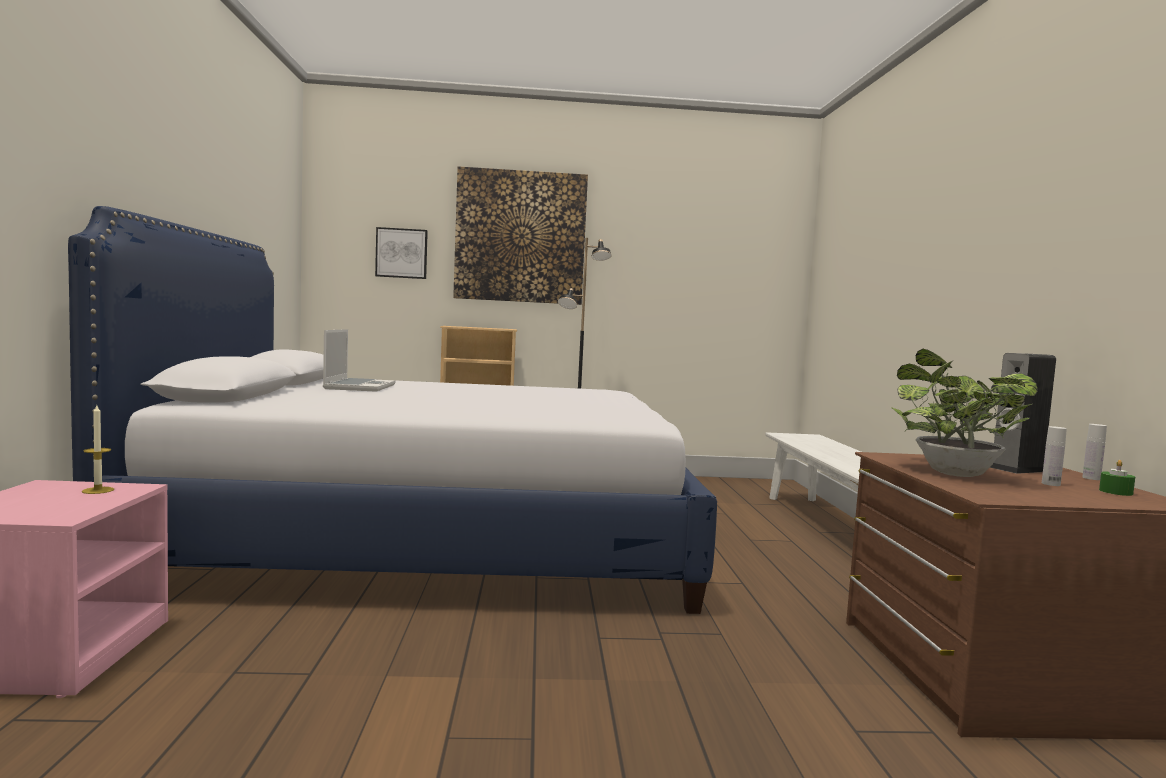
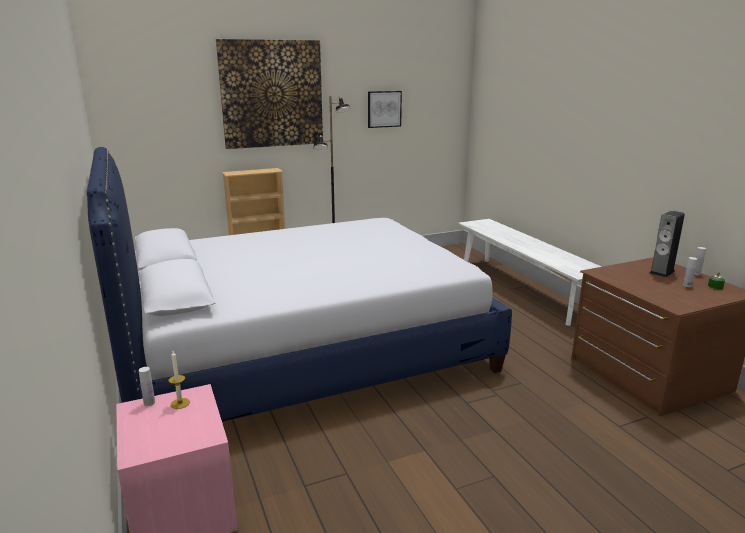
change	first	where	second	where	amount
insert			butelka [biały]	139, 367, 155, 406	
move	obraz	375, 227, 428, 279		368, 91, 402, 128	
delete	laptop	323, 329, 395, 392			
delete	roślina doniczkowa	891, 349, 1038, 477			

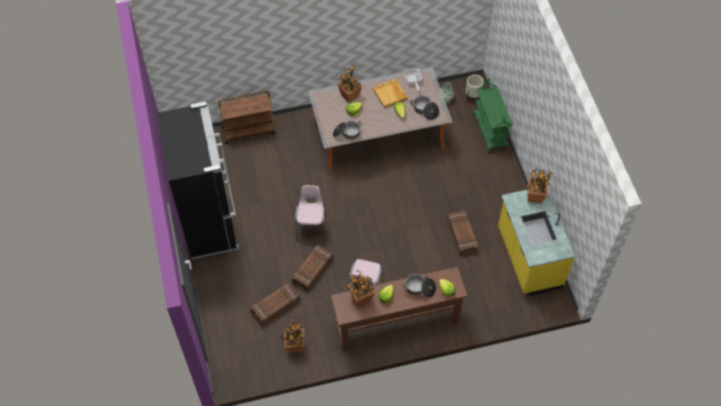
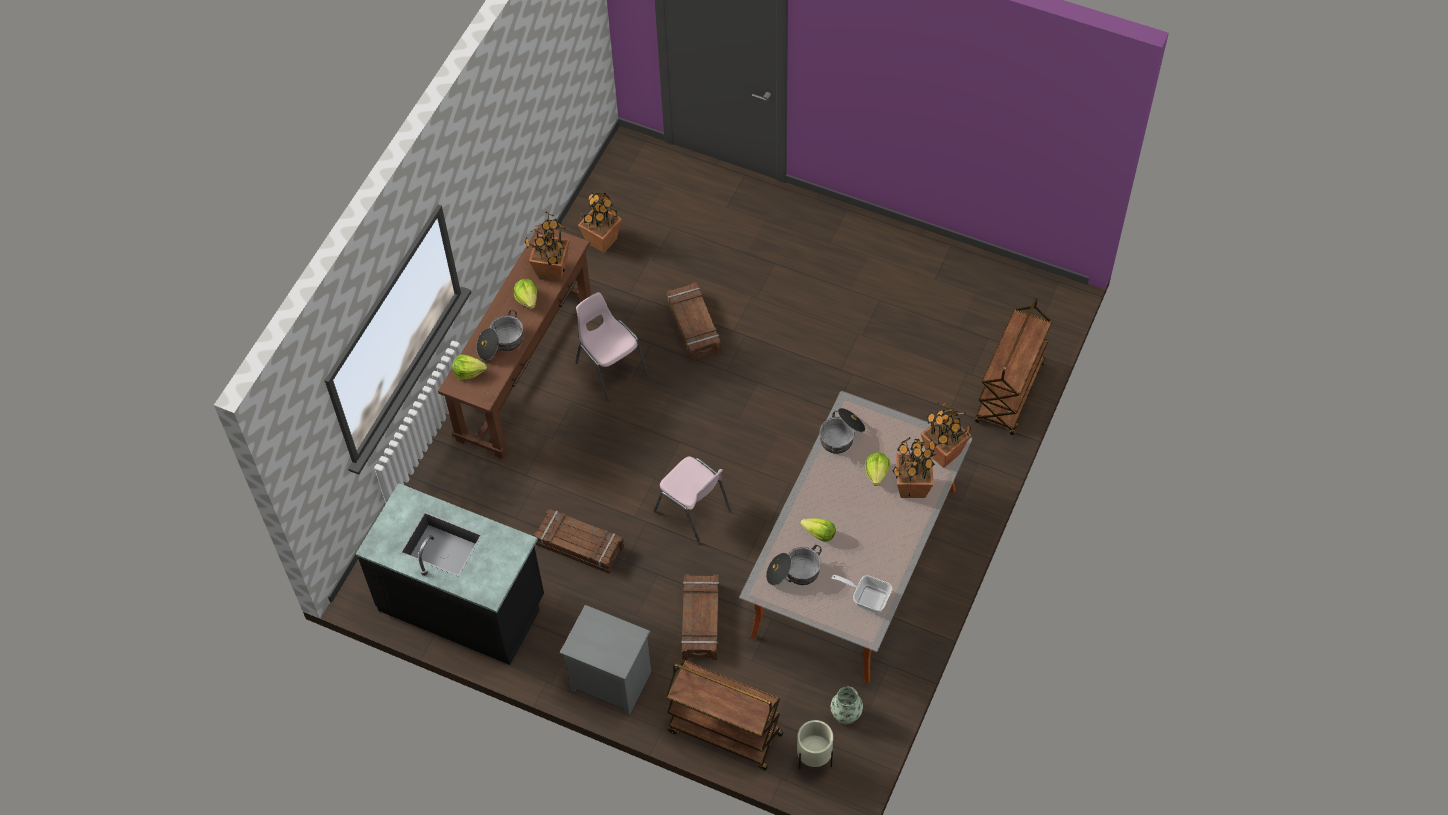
change	first	where	second	where	amount
recolor	zabudowa kuchenna [żółty]	498, 190, 575, 296	zabudowa kuchenna [czarny]	356, 483, 544, 665	
insert			szafka nocna [szary]	560, 605, 651, 715	
move	krzesło [różowy]	295, 185, 326, 242		654, 456, 732, 544	
recolor	wózek [zielony]	473, 78, 513, 152	wózek [brązowy]	666, 660, 783, 770	
move	skrzynka	251, 283, 300, 325		681, 574, 719, 660	
move	roślina doniczkowa	526, 169, 552, 204		921, 403, 971, 468	
delete	lodówka [czarny]	156, 102, 239, 259			
delete	taca [beżowy]	373, 79, 408, 108			

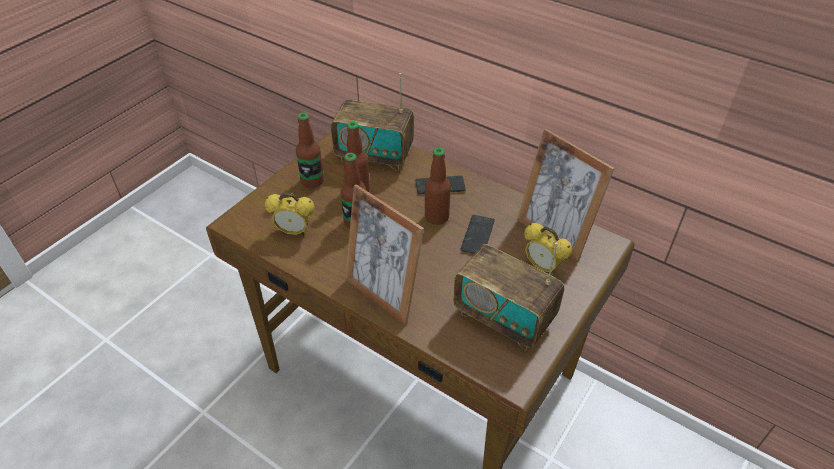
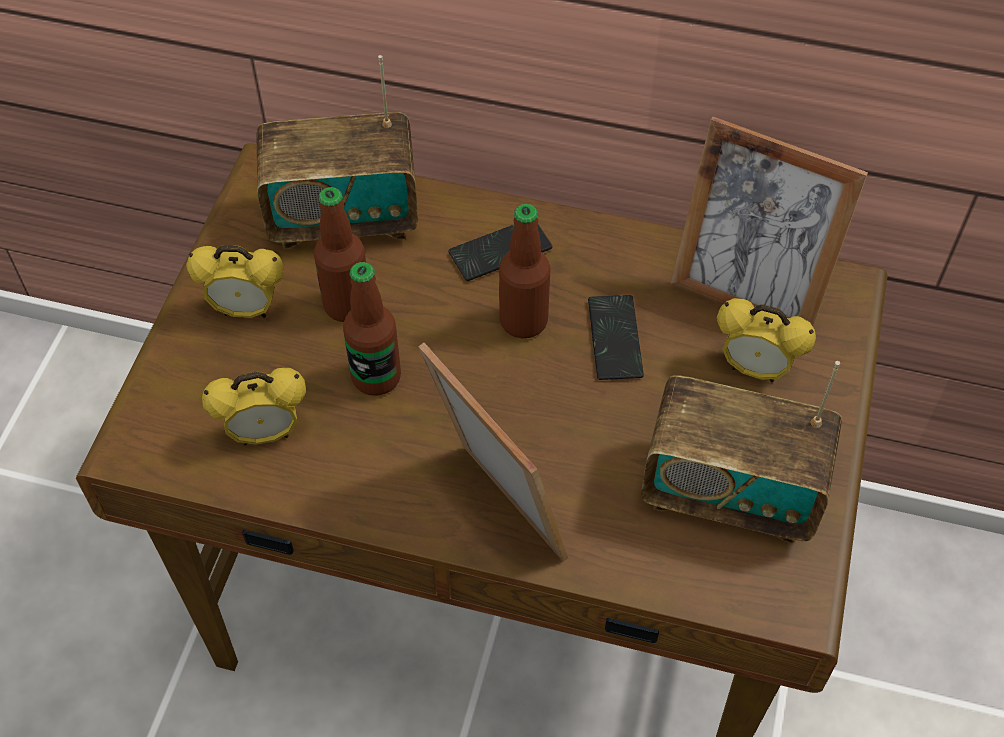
change	first	where	second	where	amount
replace	butelka	296, 113, 324, 188	budzik	187, 246, 284, 318	
rotate	ramka na zdjęcie	345, 184, 424, 324		418, 343, 568, 562	150 degrees counterclockwise

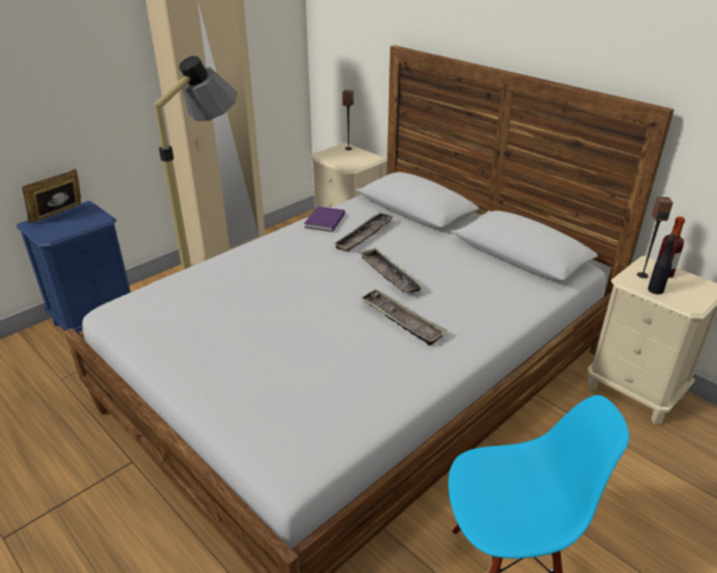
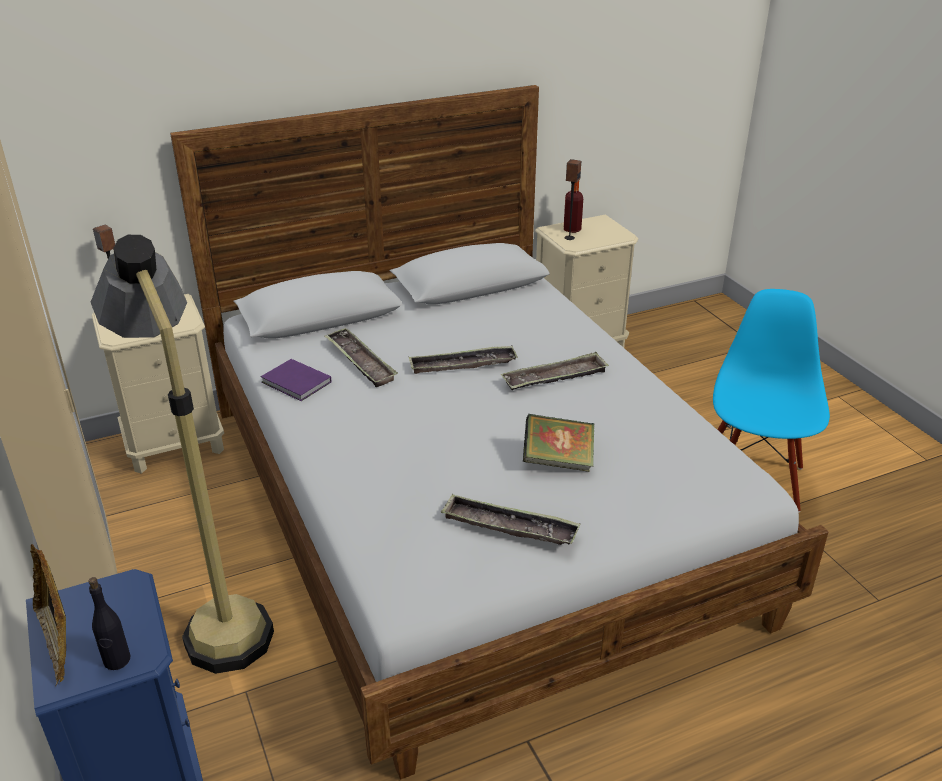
change	first	where	second	where	amount
move	butelka [czarny]	648, 233, 676, 294		88, 577, 131, 670	
insert			taca	441, 494, 581, 545	
insert			książka	523, 414, 594, 472	

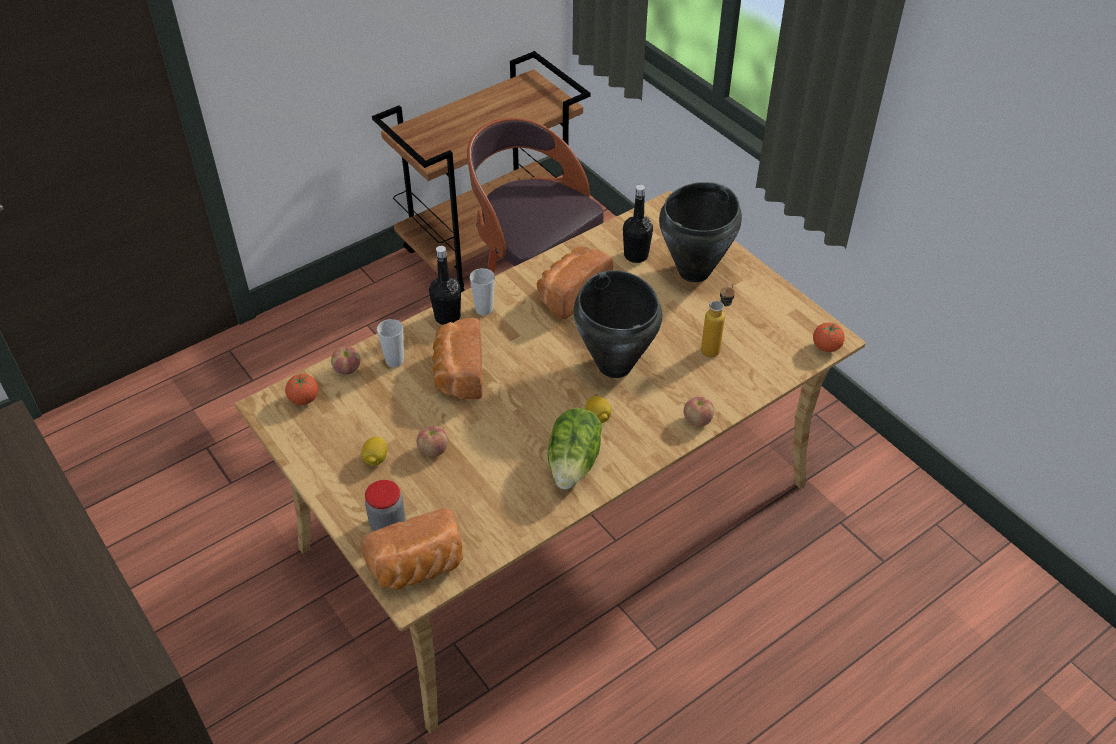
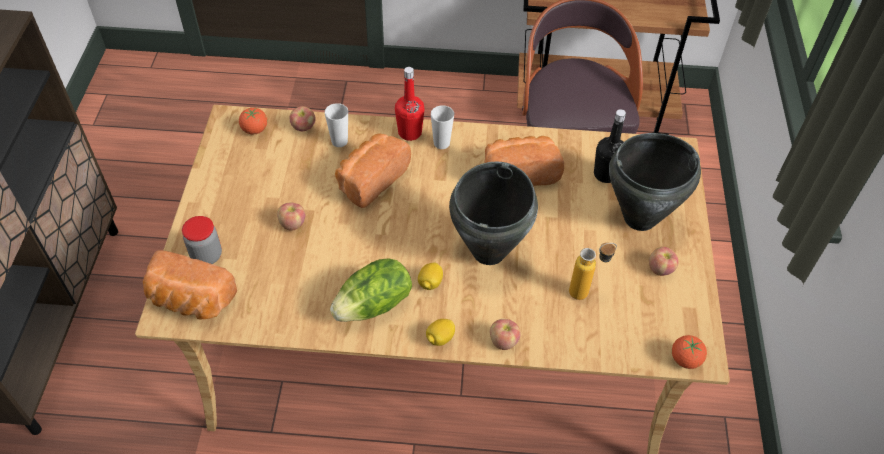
change	first	where	second	where	amount
recolor	butelka [czarny]	429, 246, 461, 325	butelka [czerwony]	395, 67, 425, 141	
move	cytryna	361, 437, 387, 466		426, 319, 455, 346	
insert			jabłko	649, 247, 679, 276	

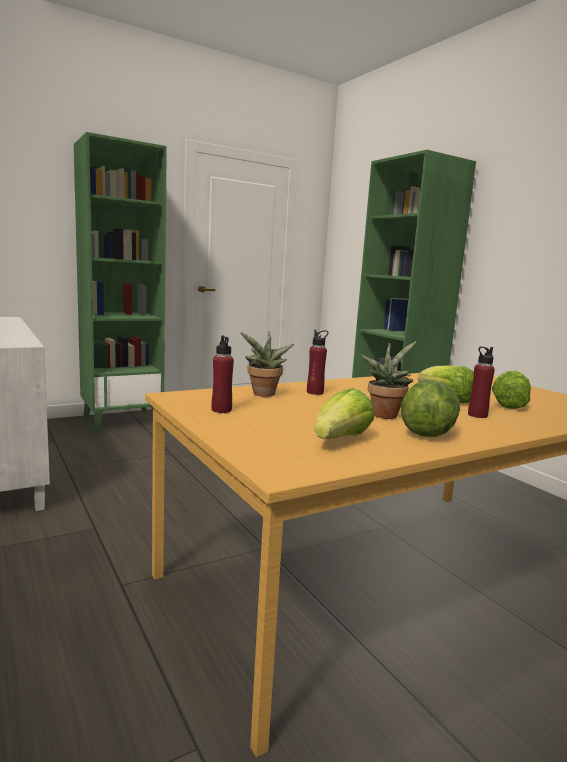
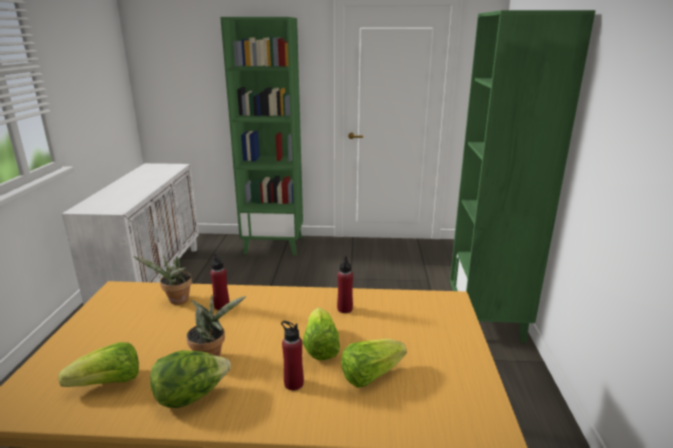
change	first	where	second	where	amount
move	butelka [czerwony]	212, 335, 234, 413		337, 256, 353, 313	

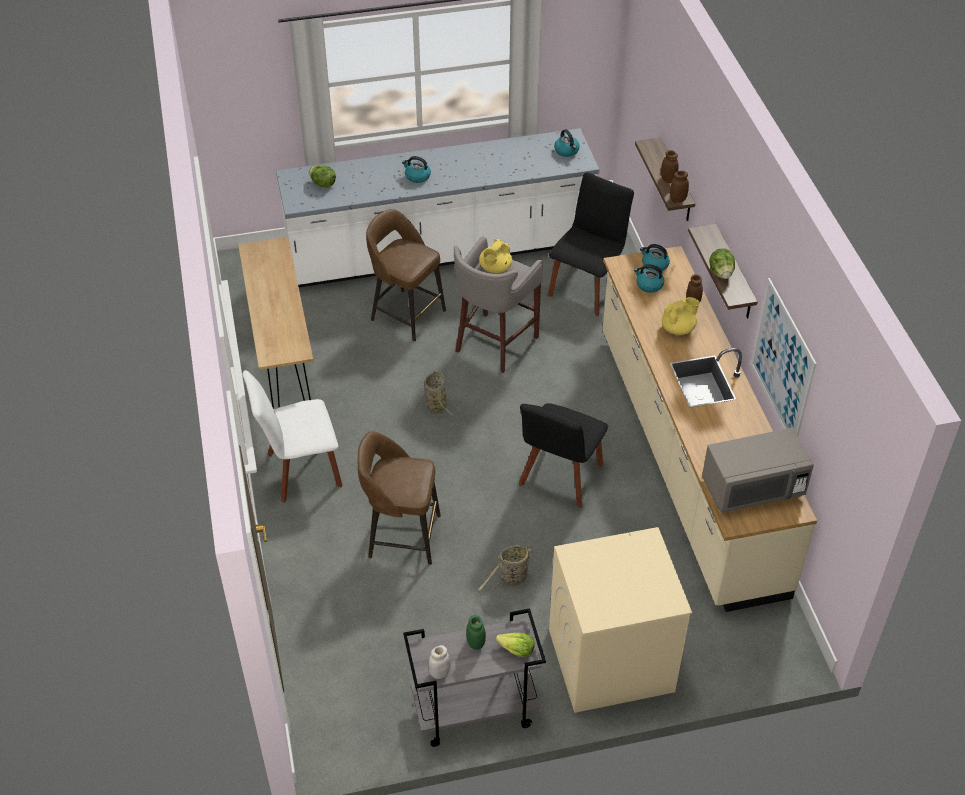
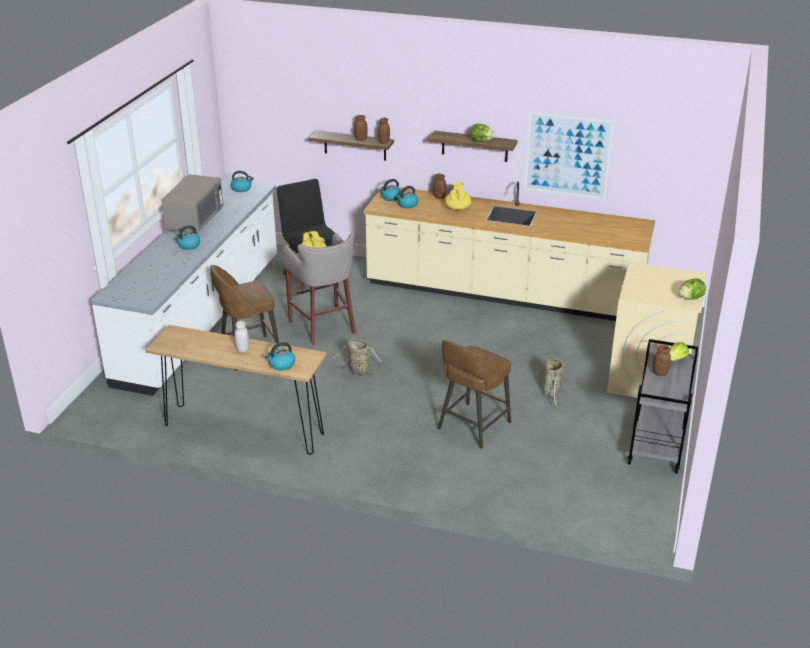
change	first	where	second	where	amount
move	mikrofalówka [szary]	702, 428, 814, 513		162, 174, 223, 233	
move	słoik [biały]	429, 645, 451, 679		234, 321, 249, 353	
insert			czajnik	265, 342, 295, 370	
recolor	słoik [zielony]	466, 615, 486, 650	słoik [brązowy]	653, 345, 671, 376	
move	sałata	309, 165, 336, 188		679, 278, 706, 300	
delete	krzesło [biały]	243, 370, 342, 503			
delete	krzesło [czarny]	519, 403, 608, 508			

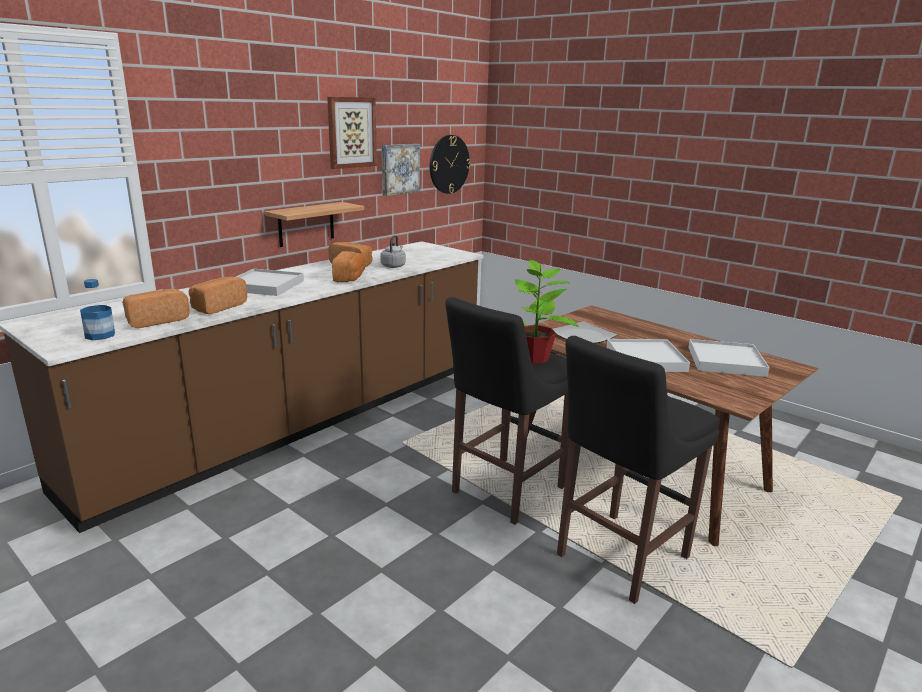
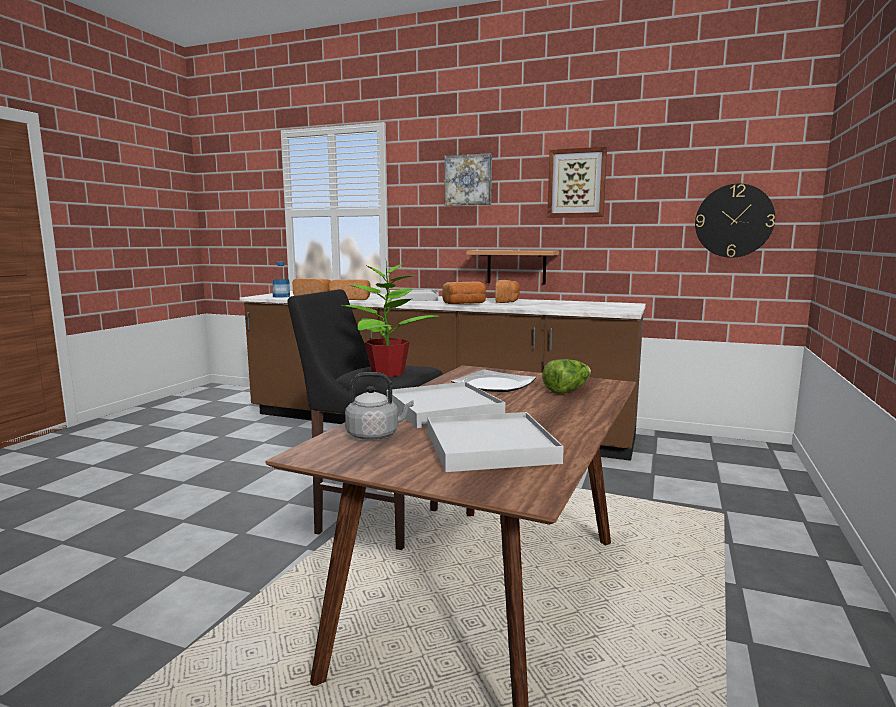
change	first	where	second	where	amount
move	czajnik [szary]	380, 235, 406, 268		345, 372, 414, 440	
move	obraz	382, 144, 420, 196		445, 153, 492, 206	
insert			sałata	542, 359, 591, 394	
delete	stołek [czarny]	557, 336, 720, 604			

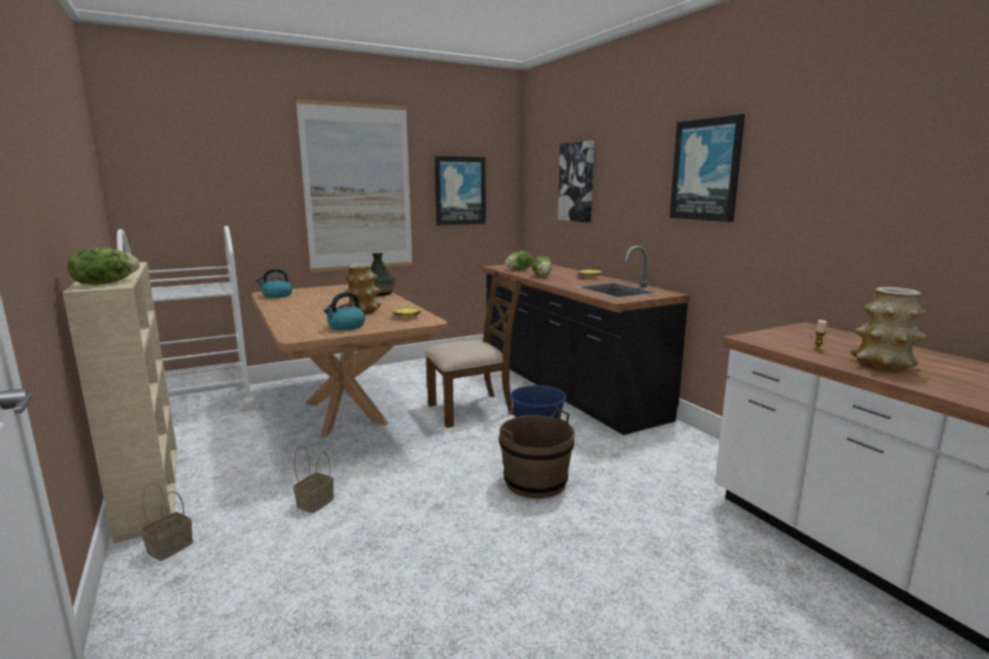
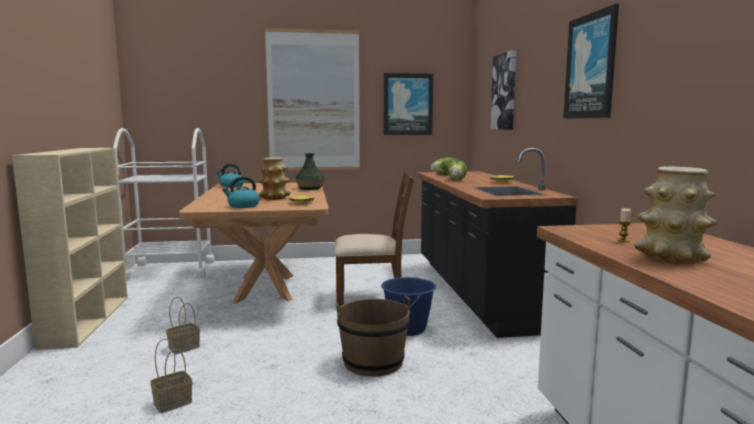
change	first	where	second	where	amount
move	koszyk	141, 482, 193, 561		150, 339, 192, 413	
delete	sałata	67, 248, 140, 285			

